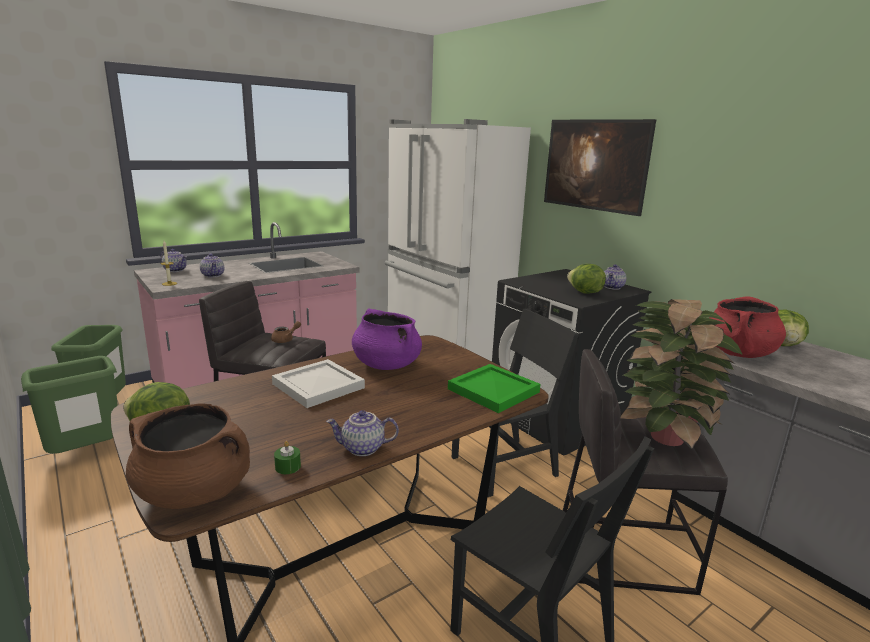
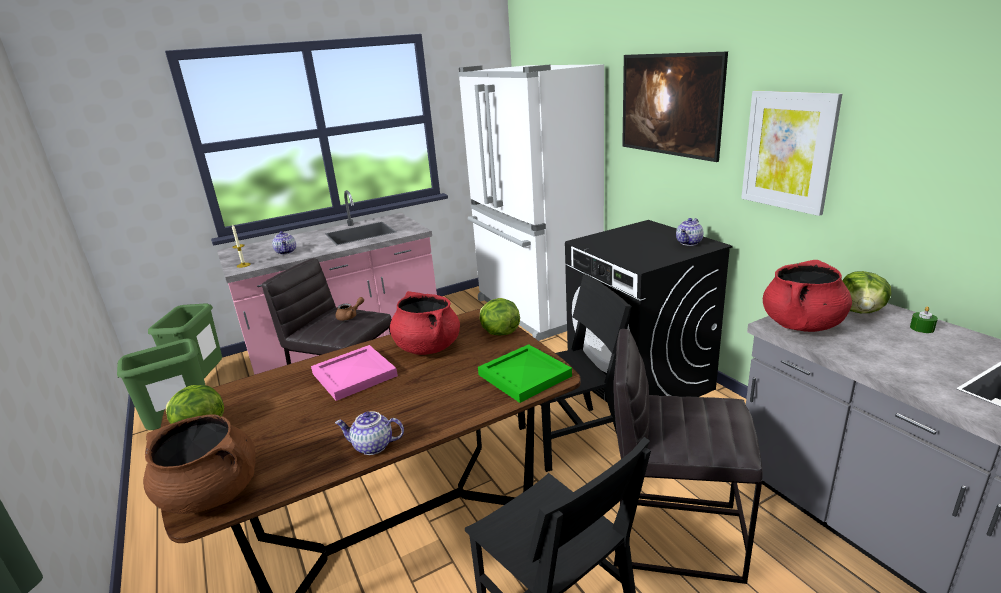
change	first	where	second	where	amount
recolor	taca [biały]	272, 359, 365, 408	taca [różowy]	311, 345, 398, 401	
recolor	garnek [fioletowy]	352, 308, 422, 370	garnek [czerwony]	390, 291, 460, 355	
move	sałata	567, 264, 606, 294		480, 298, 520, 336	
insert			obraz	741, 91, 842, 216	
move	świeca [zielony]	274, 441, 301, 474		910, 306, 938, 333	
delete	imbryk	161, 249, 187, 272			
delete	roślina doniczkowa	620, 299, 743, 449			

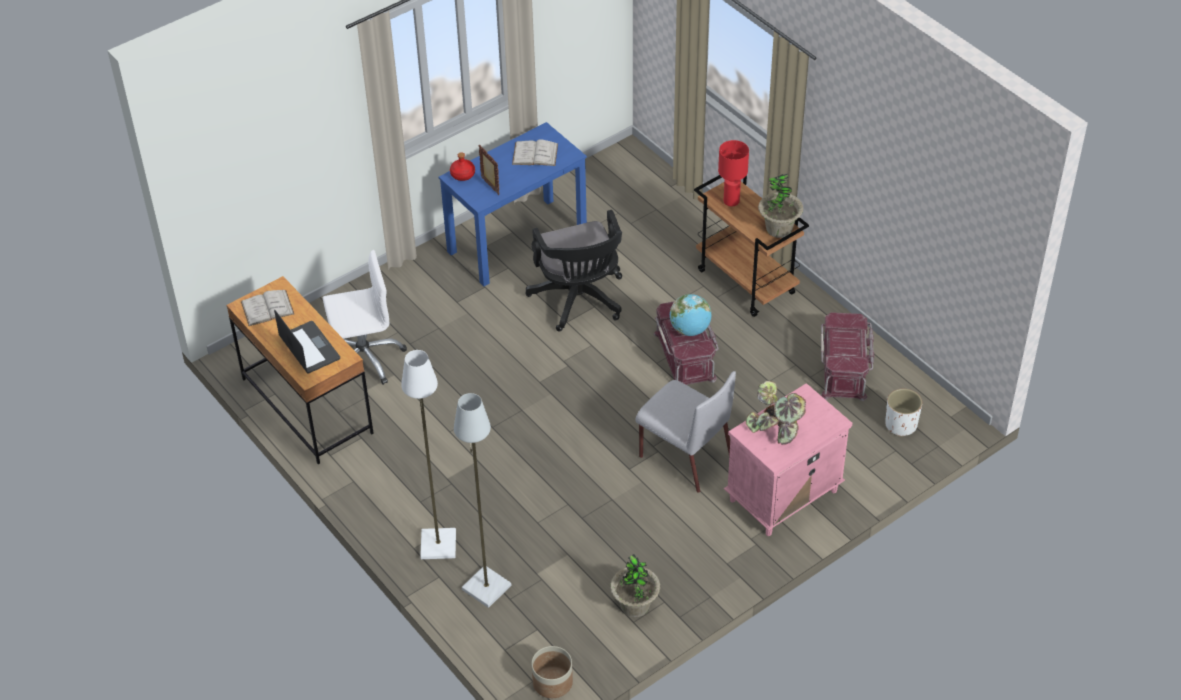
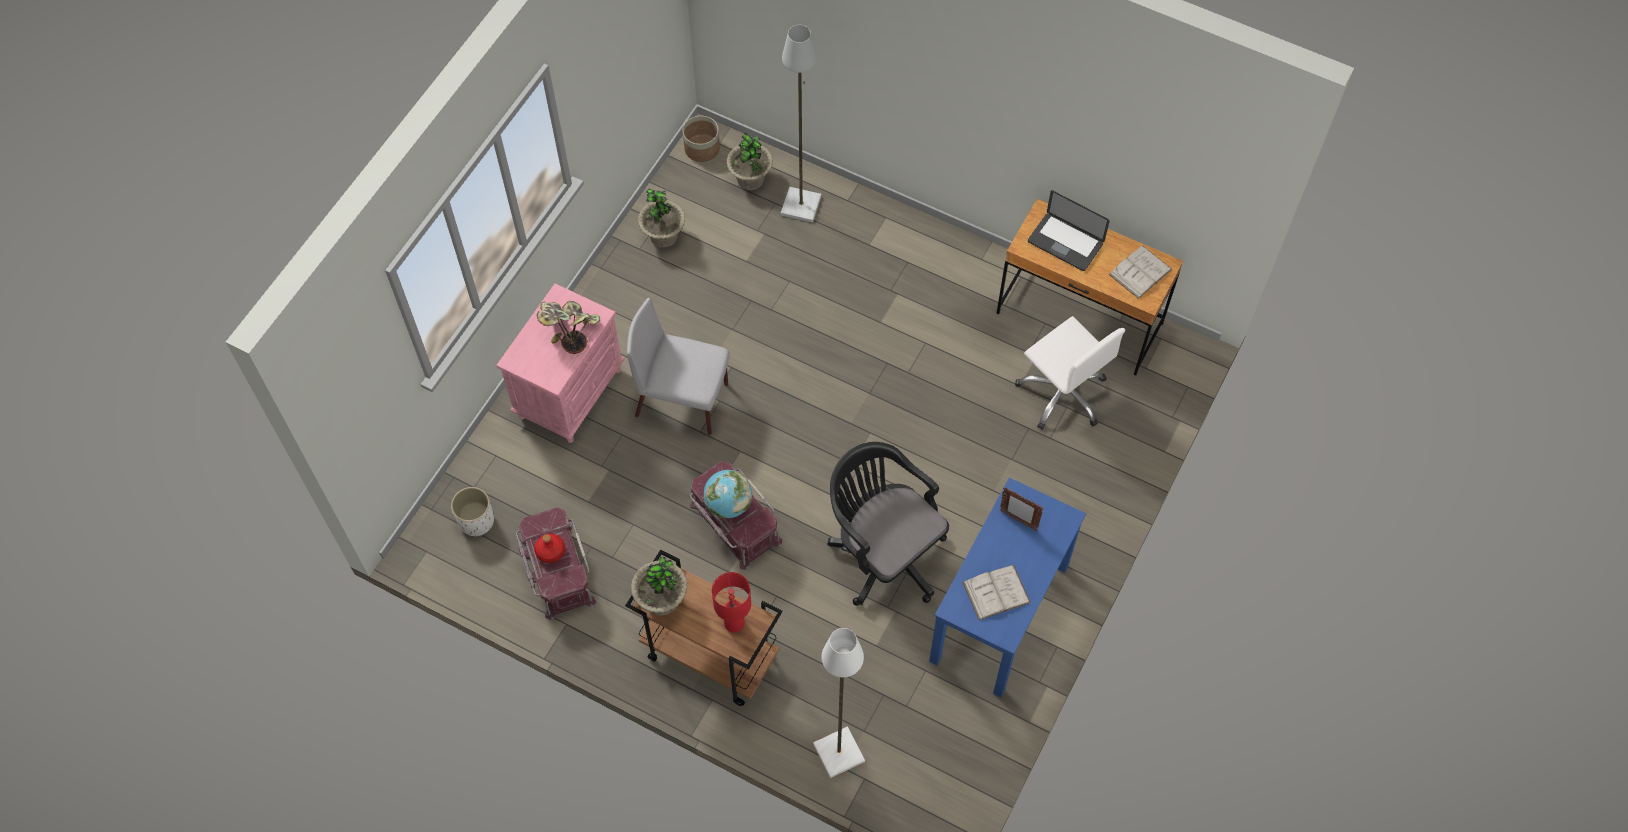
change	first	where	second	where	amount
move	butelka [czerwony]	450, 152, 475, 181		534, 533, 565, 563	
insert			roślina doniczkowa	727, 132, 773, 190	
move	lampa stojąca [biały]	401, 350, 456, 559		813, 628, 865, 778	
rotate	krzesło biurowe [biały]	323, 250, 407, 385		1015, 316, 1125, 430	90 degrees counterclockwise

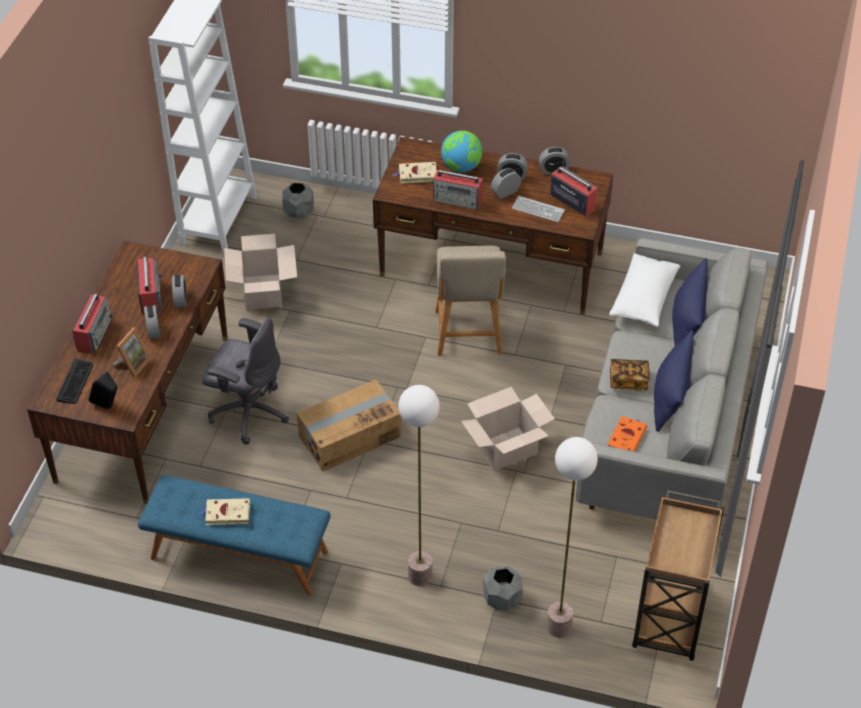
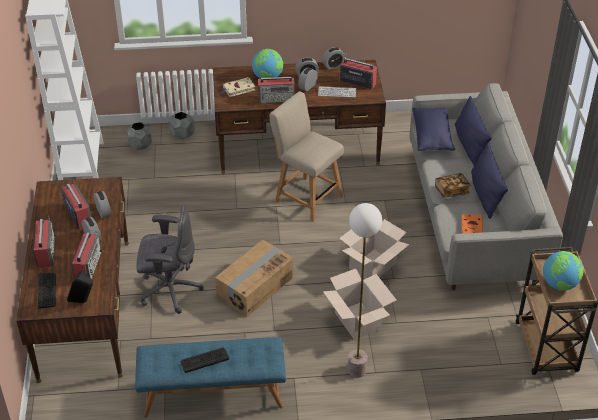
change	first	where	second	where	amount
replace	ramka na zdjęcie	113, 328, 151, 377	radio	71, 231, 102, 279	
move	donica [szary]	483, 566, 523, 610		169, 112, 195, 139	
replace	książka [beżowy]	198, 498, 251, 525	klawiatura	181, 348, 229, 373	
rotate	krzesło [beżowy]	435, 246, 506, 356		269, 91, 344, 222	150 degrees clockwise
move	karton	224, 234, 297, 310		323, 269, 396, 340	
recolor	poduszka [biały]	609, 253, 681, 327	poduszka [niebieski]	412, 108, 455, 151	
insert			globus	543, 251, 583, 291	
delete	lampa stojąca	547, 437, 598, 638			

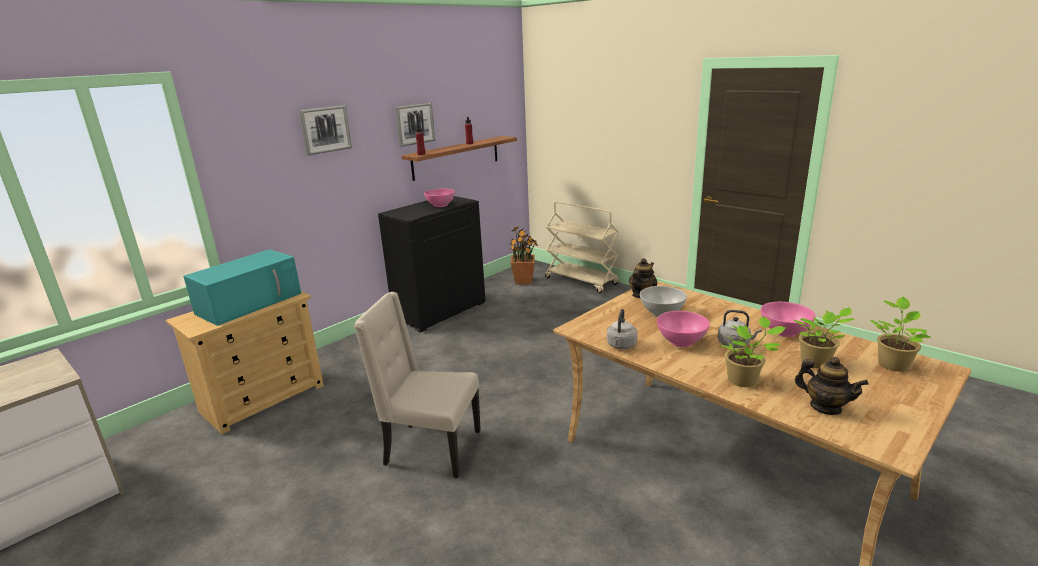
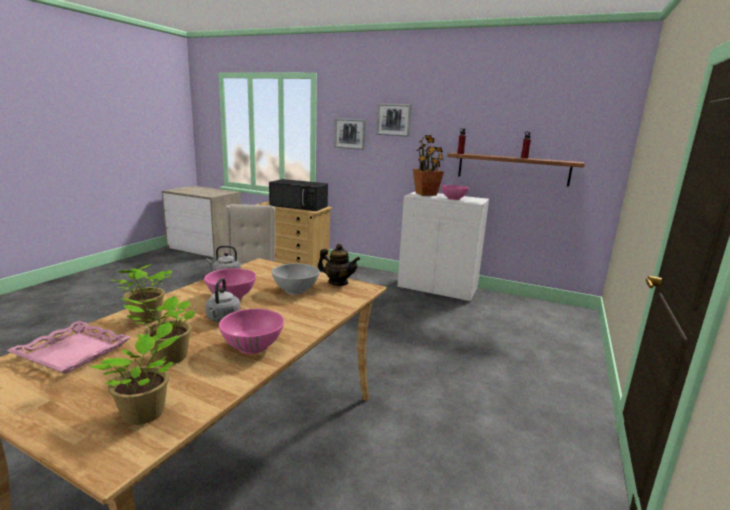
change	first	where	second	where	amount
replace	imbryk	795, 357, 869, 415	taca [różowy]	7, 321, 131, 374	
recolor	mikrofalówka [turkusowy]	183, 249, 301, 326	mikrofalówka [czarny]	269, 179, 328, 211	
move	obraz	395, 103, 435, 147		334, 118, 366, 150	
recolor	szafka [czarny]	378, 196, 486, 332	szafka [biały]	397, 191, 489, 302	
move	roślina doniczkowa	510, 226, 538, 285		413, 135, 444, 196	
delete	wózek [beżowy]	545, 201, 619, 293			

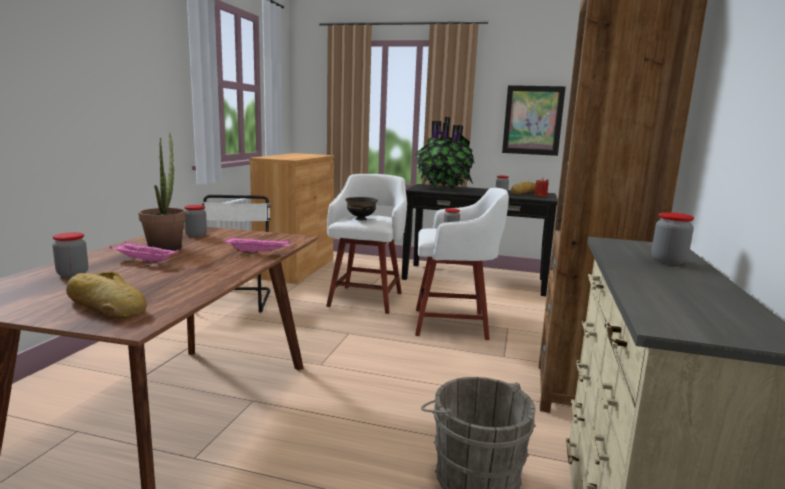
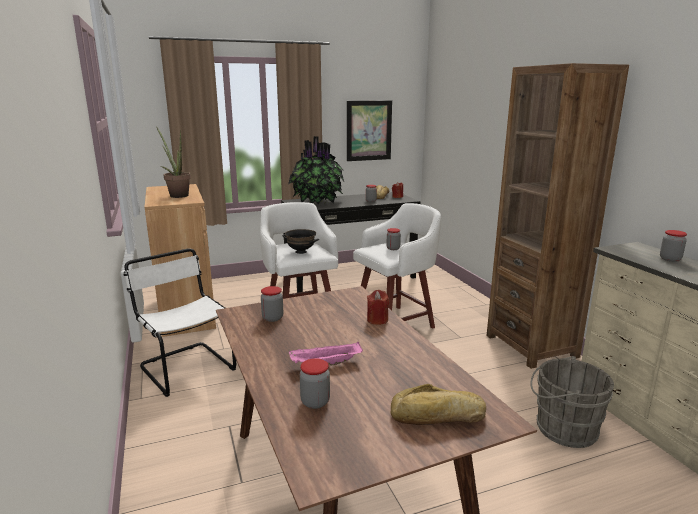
change	first	where	second	where	amount
move	roślina doniczkowa	138, 133, 186, 251		157, 128, 191, 198	
replace	taca [różowy]	224, 237, 290, 255	świeca [czerwony]	367, 290, 389, 325	

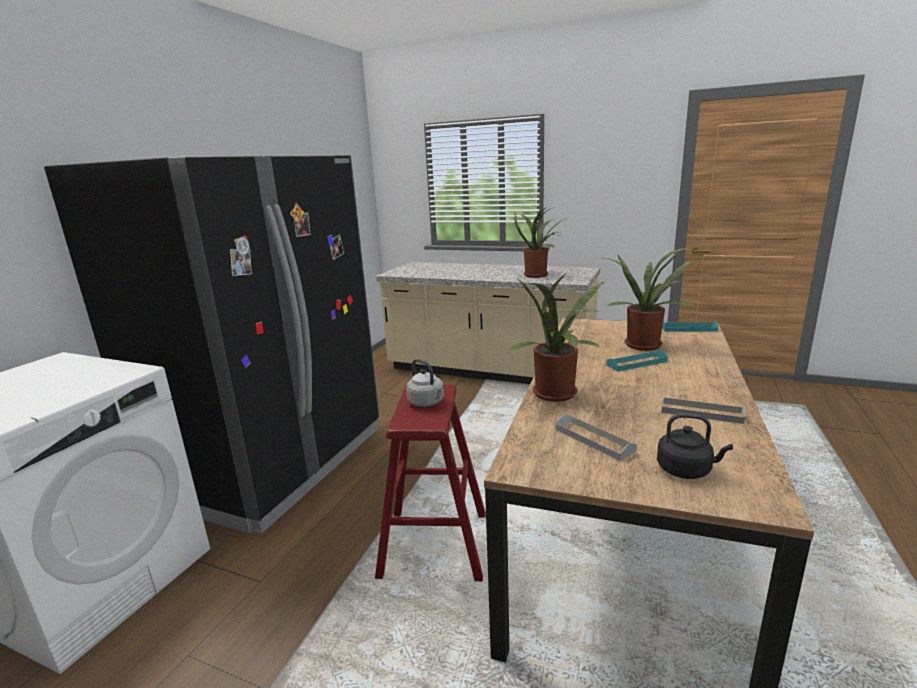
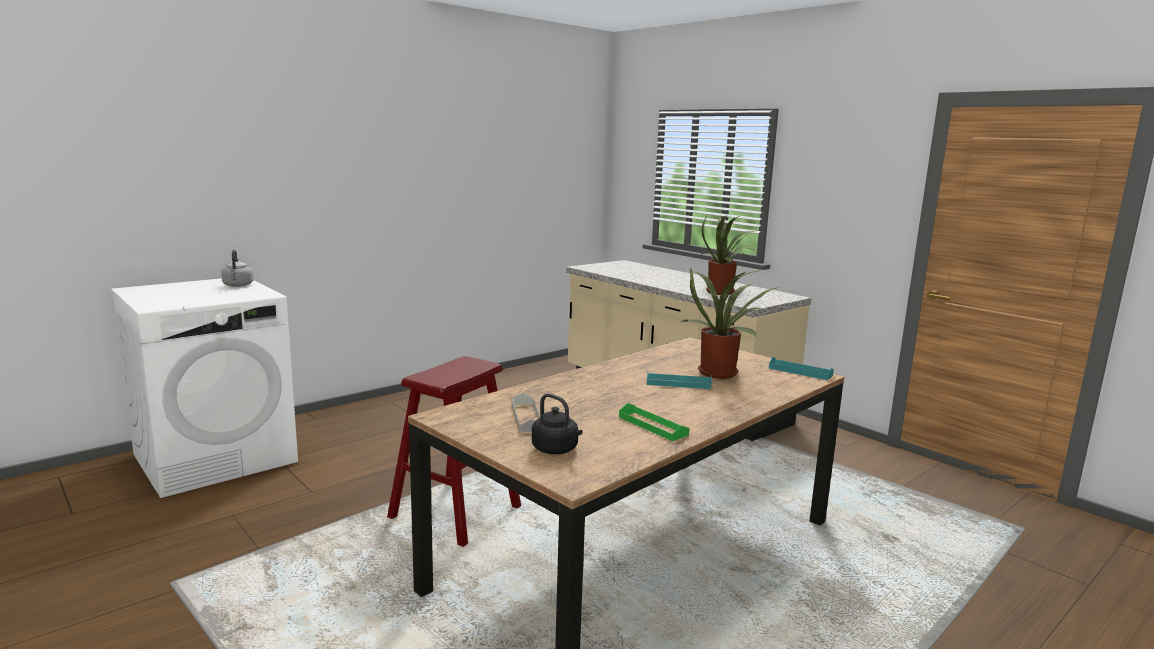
change	first	where	second	where	amount
move	czajnik [szary]	406, 359, 444, 407		221, 250, 254, 287	
recolor	taca [szary]	661, 396, 745, 424	taca [zielony]	619, 403, 689, 441	
delete	lodówka [czarny]	44, 155, 379, 534			
delete	roślina doniczkowa	507, 272, 606, 402			

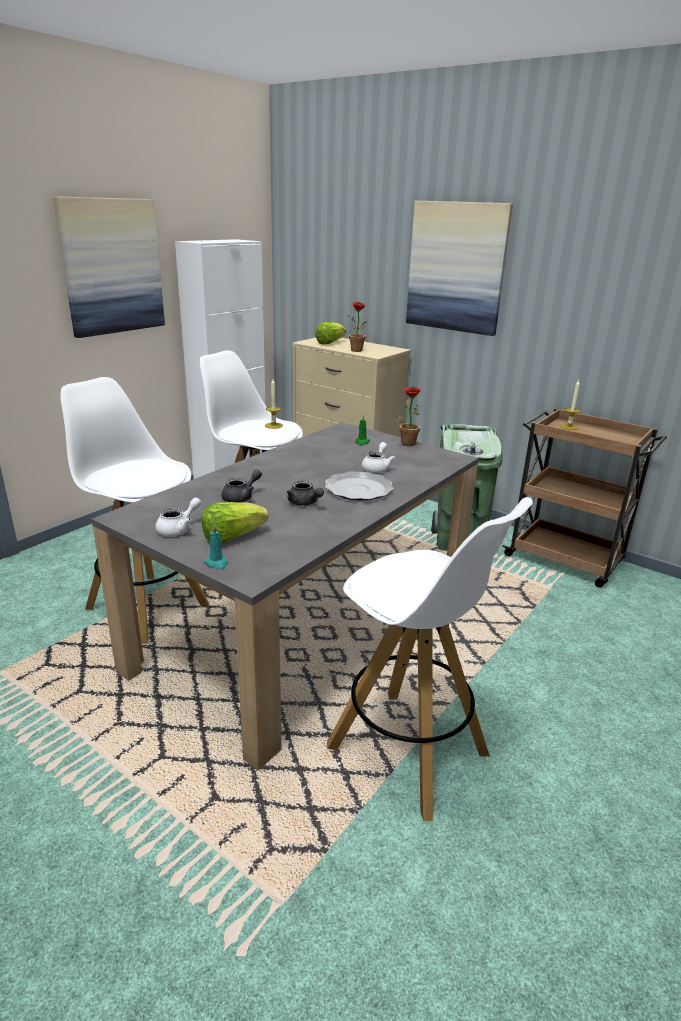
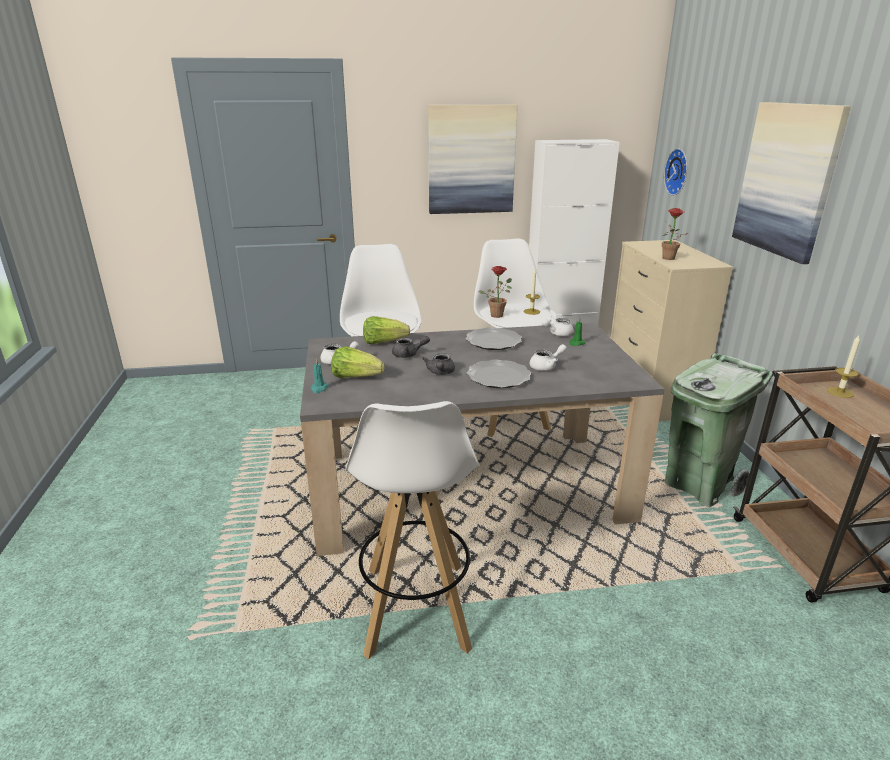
change	first	where	second	where	amount
move	sałata	315, 322, 346, 345		363, 316, 410, 344	
insert			talerz	466, 327, 522, 350	
move	roślina doniczkowa	395, 387, 424, 446		479, 266, 512, 318	
insert			imbryk [biały]	542, 316, 574, 336	
insert			zegar ścienny	664, 148, 687, 195	

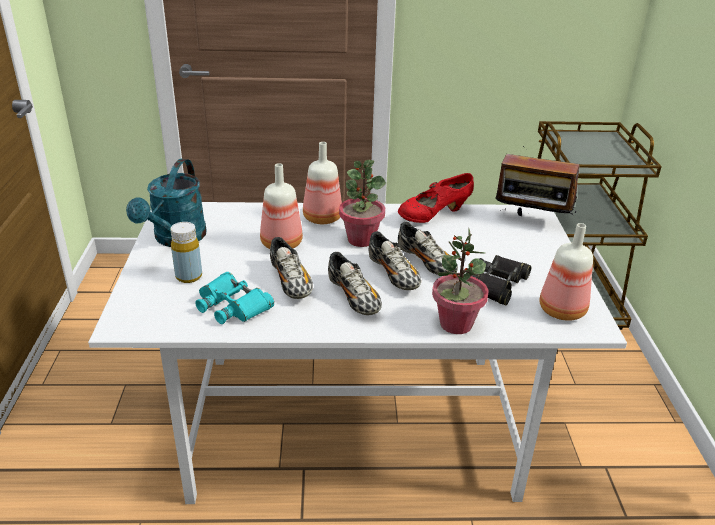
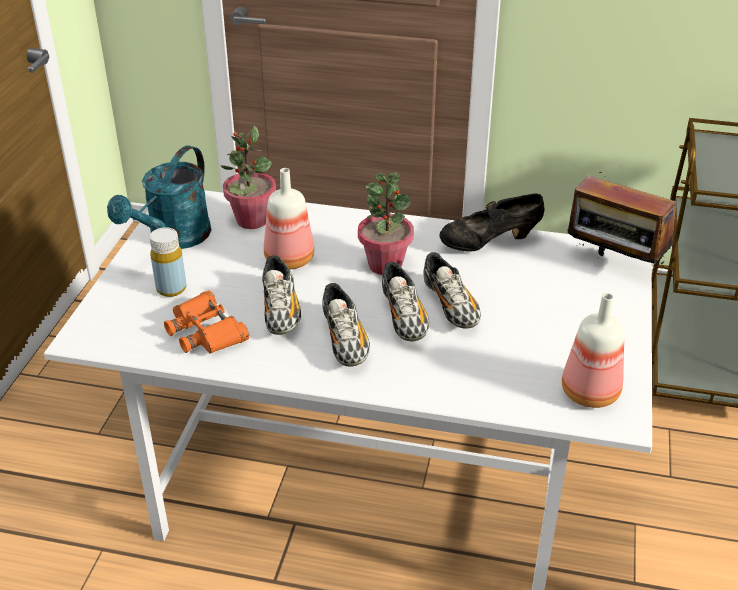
change	first	where	second	where	amount
recolor	lornetka [turkusowy]	195, 272, 274, 324	lornetka [pomarańczowy]	164, 290, 249, 353	
move	roślina doniczkowa	432, 229, 489, 334		220, 126, 276, 229	
recolor	but [czerwony]	398, 173, 474, 223	but [czarny]	439, 193, 545, 252	
delete	butelka	303, 142, 342, 224			
delete	lornetka [czarny]	467, 255, 531, 305			

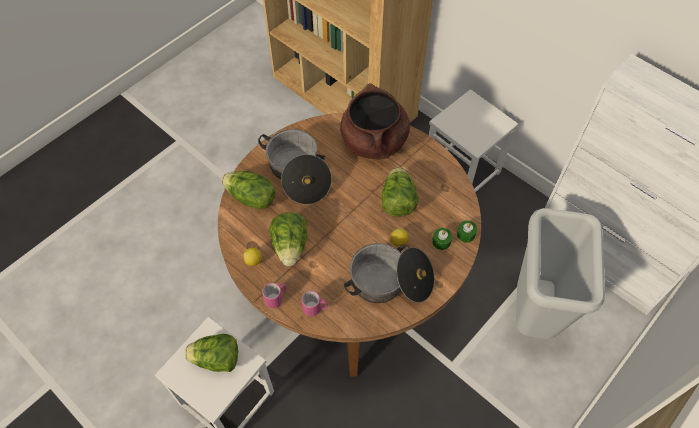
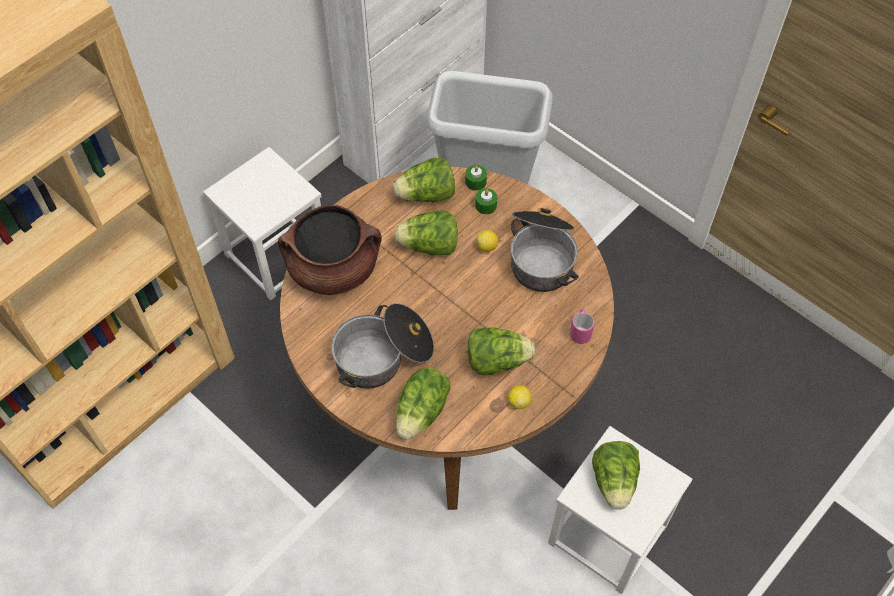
change	first	where	second	where	amount
insert			sałata	393, 158, 455, 202	
delete	kubek [różowy]	262, 283, 287, 308			

